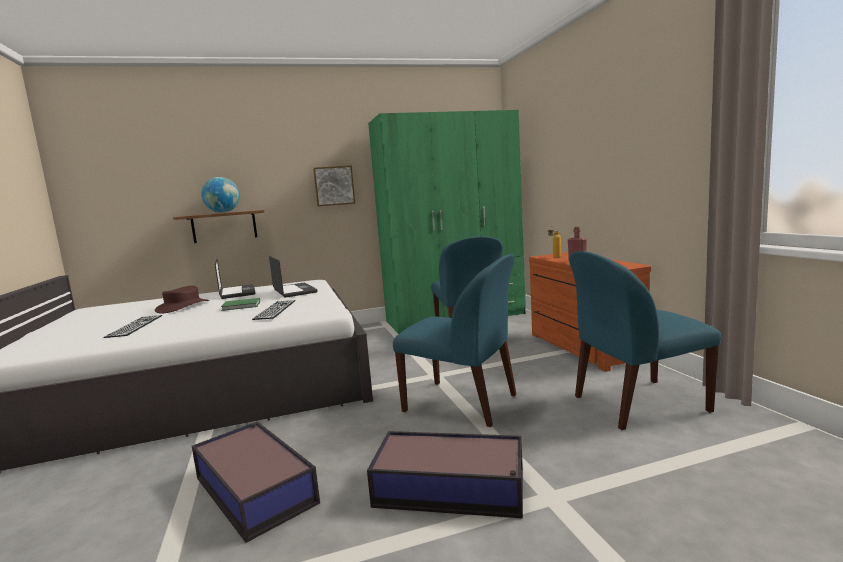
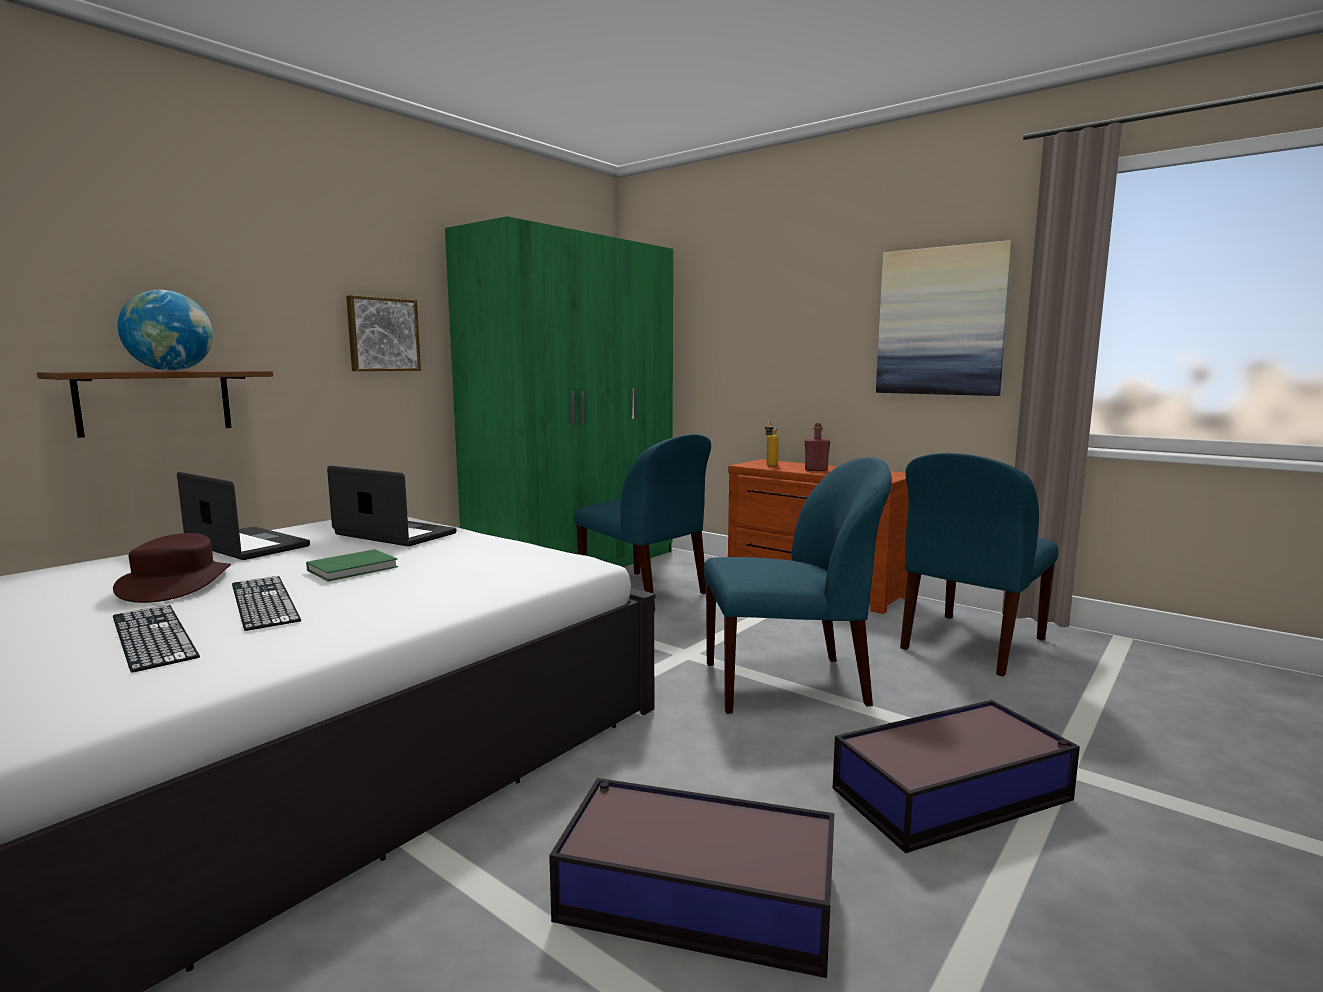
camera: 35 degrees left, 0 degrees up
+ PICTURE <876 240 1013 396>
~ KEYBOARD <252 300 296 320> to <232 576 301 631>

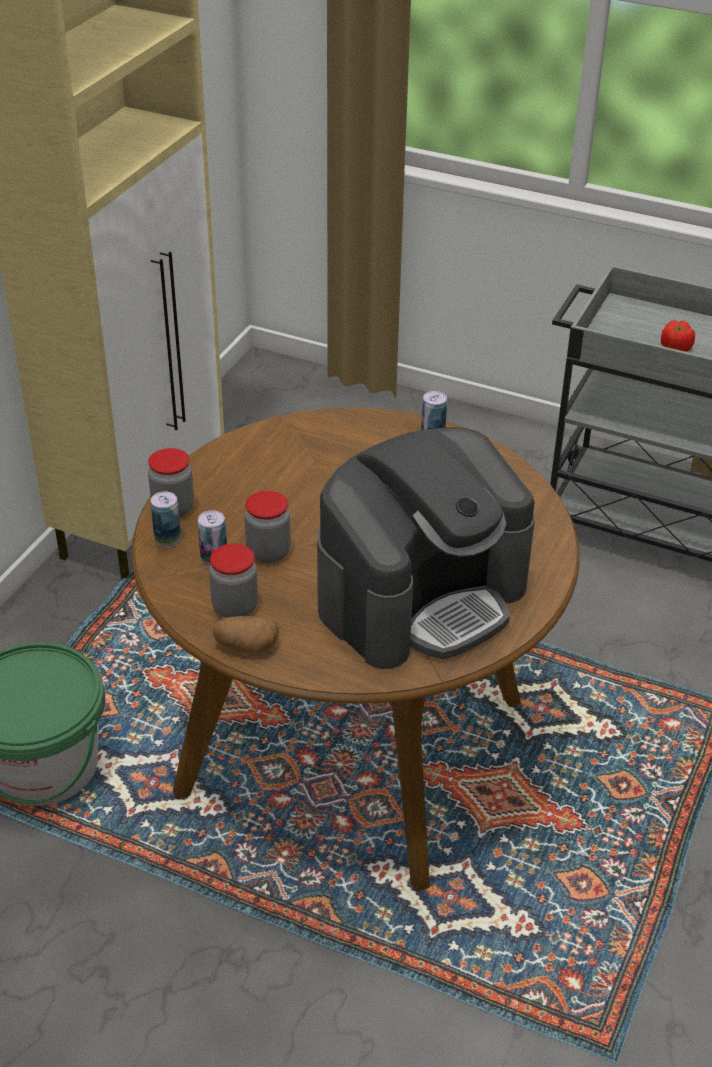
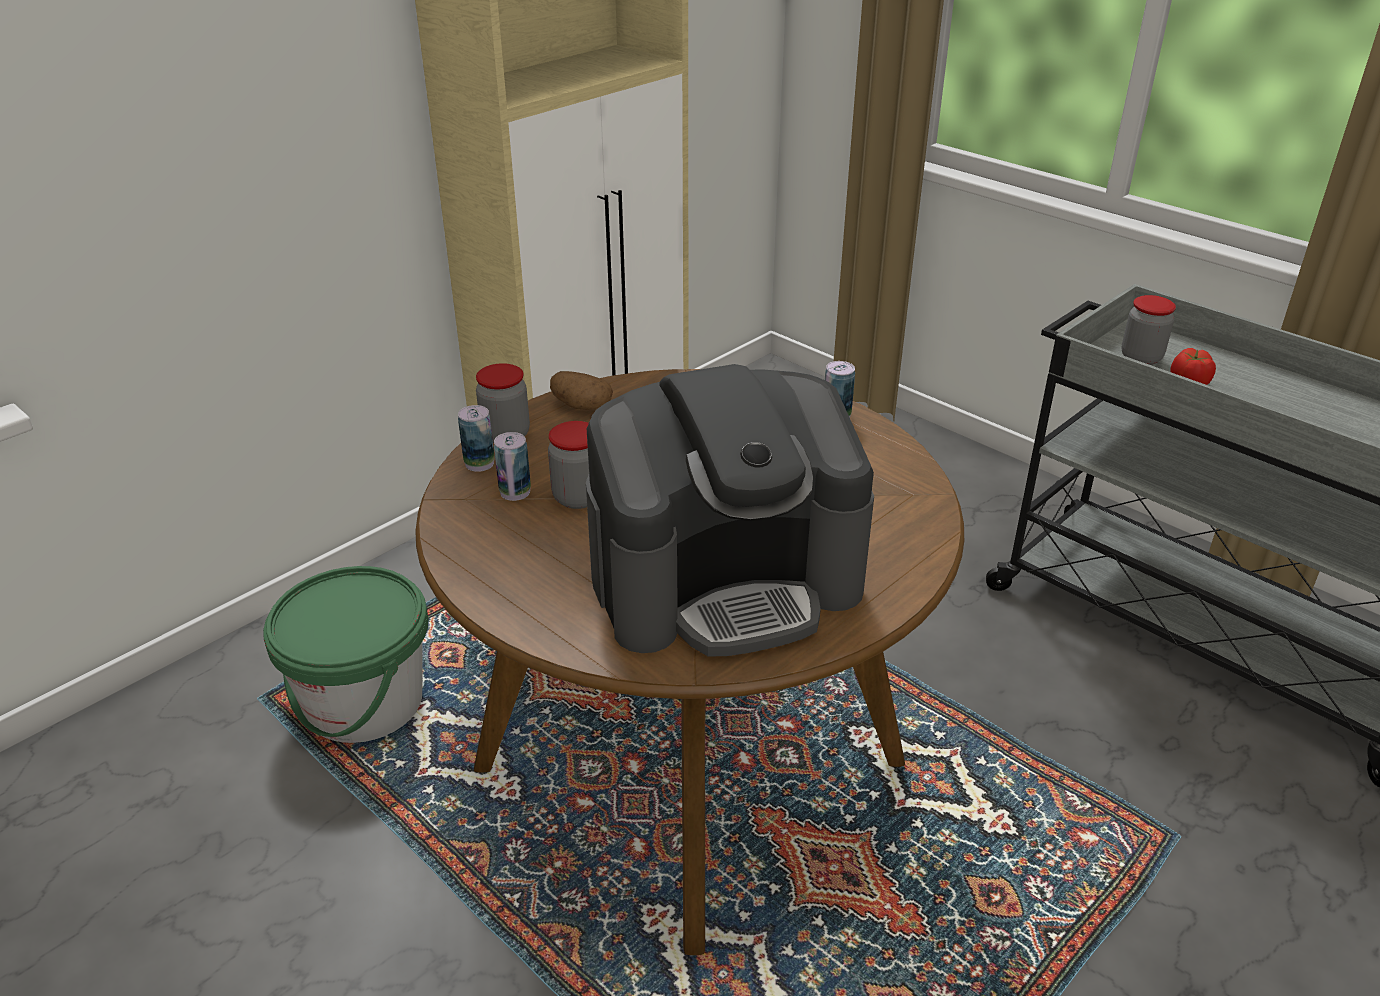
camera: 20 degrees right, 5 degrees down
~ JAR <209 544 258 618> to <1121 295 1176 365>
~ POTATO <213 616 279 653> to <550 371 613 410>

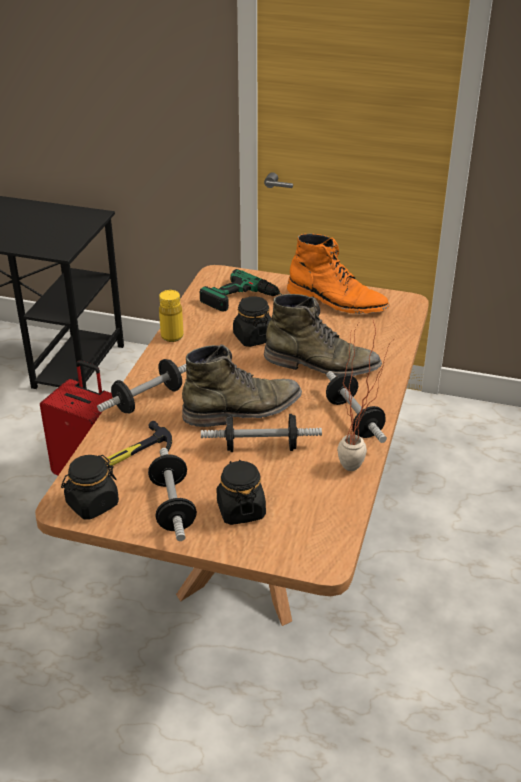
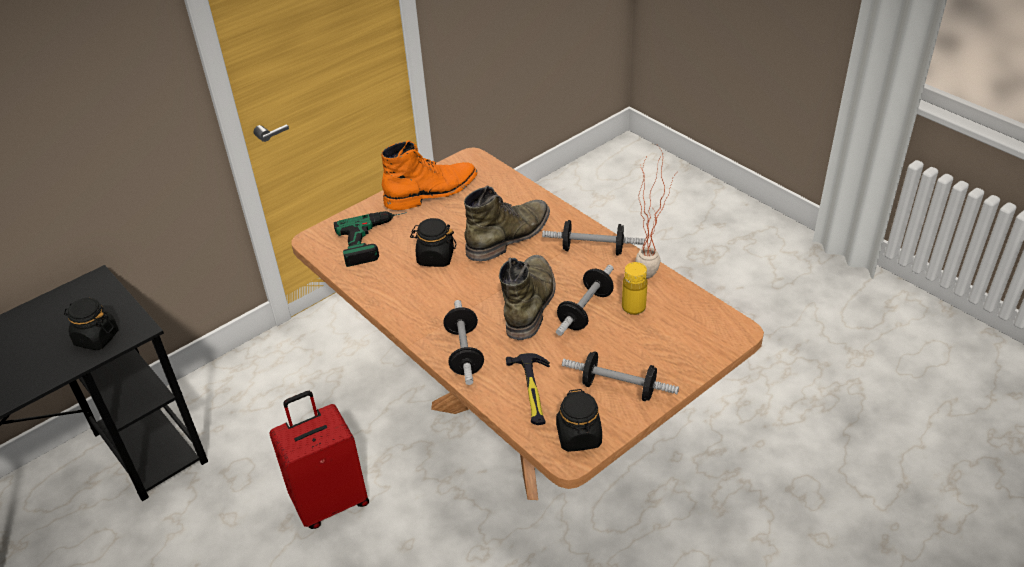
camera: 55 degrees left, 5 degrees up
~ YELLOW BOTTLE <159 290 183 342> to <622 262 647 315>
~ BLACK JAR <217 460 266 525> to <64 298 119 350>

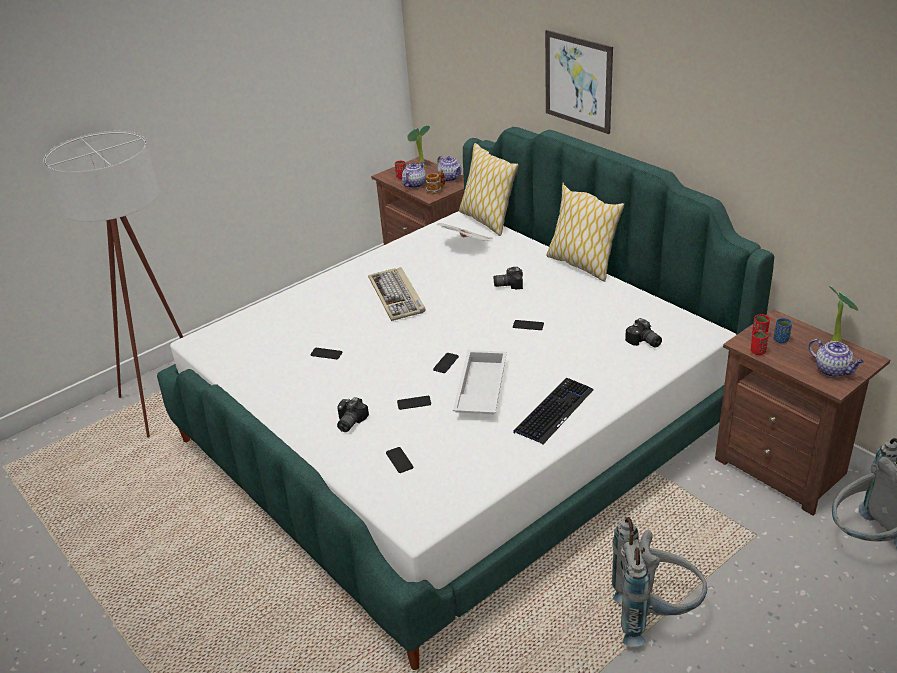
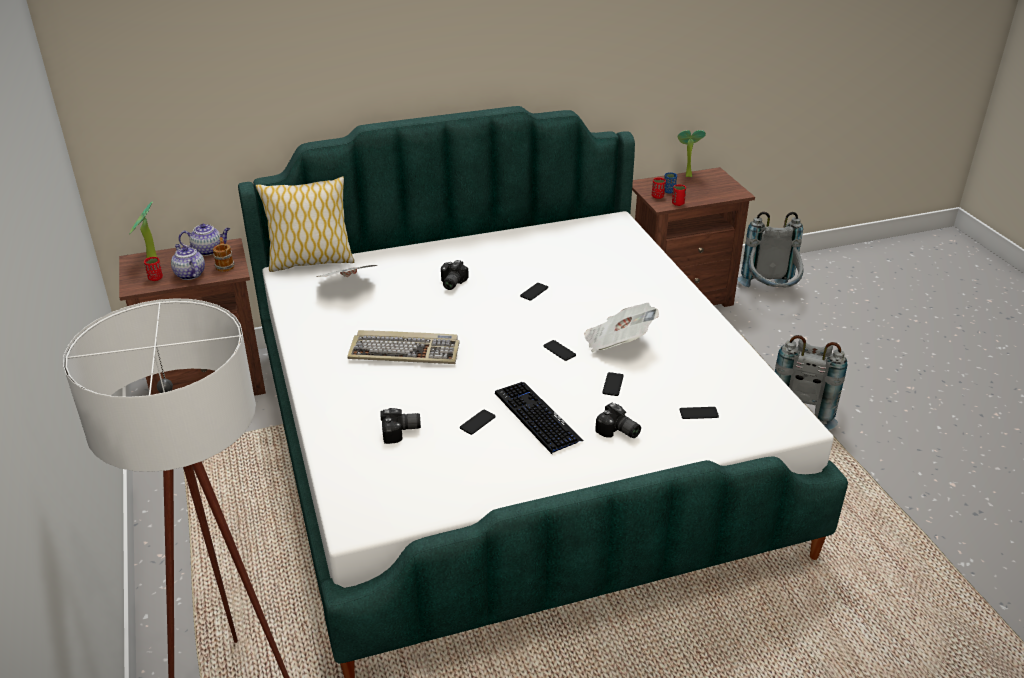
camera: 70 degrees left, 0 degrees up
- PICTURE <545 30 613 134>
- PILLOW <546 183 624 282>
- TEAPOT <809 339 864 377>
~ KEYBOARD <513 378 594 445> to <495 382 584 455>
~ PHOTO CAMERA <625 318 662 348> to <381 408 421 444>
~ WHITE TRAY <453 350 507 414> to NEWSPAPER <584 303 659 352>

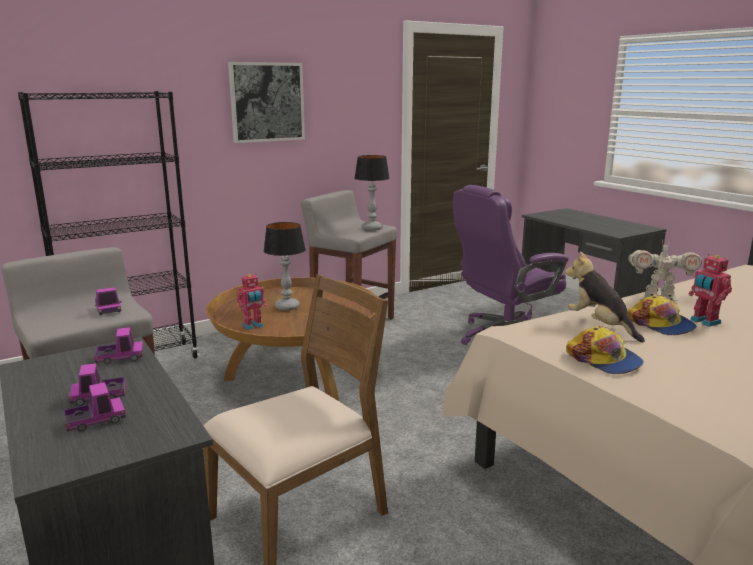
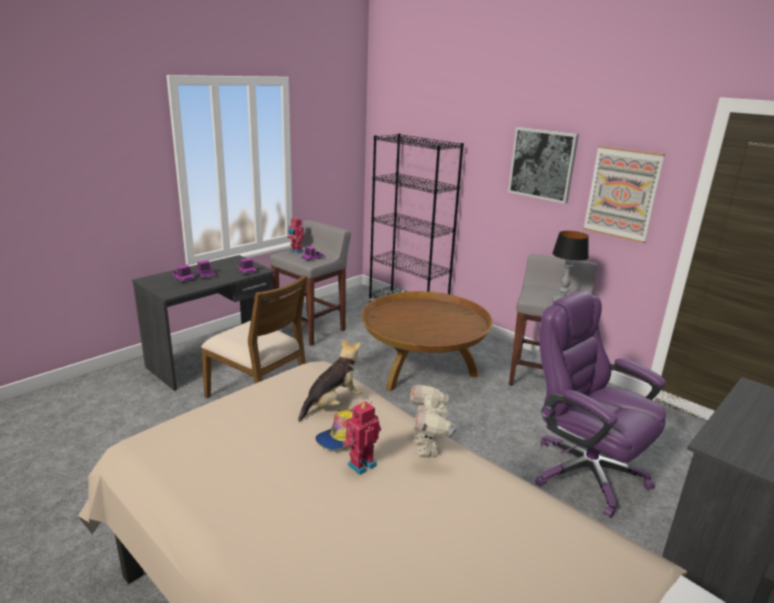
camera: 75 degrees right, 5 degrees up
- TABLE LAMP <264 222 306 311>
- CAP <566 326 644 374>
+ PICTURE <583 146 665 243>
~ TOY ROBOT <237 274 267 330> to <287 217 305 253>

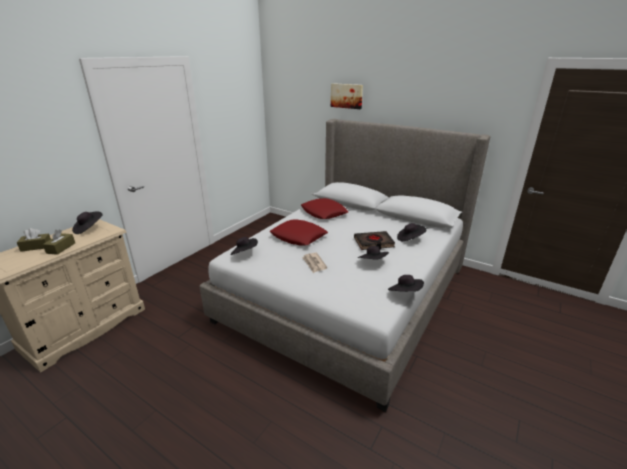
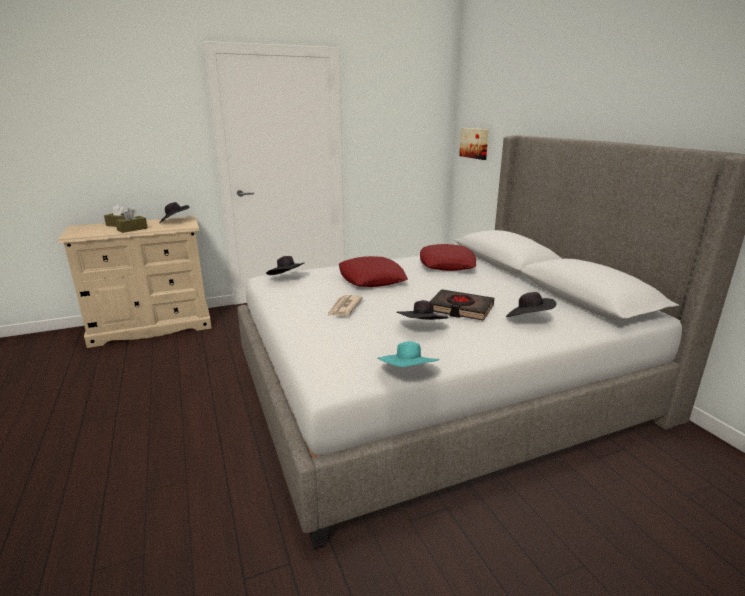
camera: 35 degrees right, 5 degrees down
~ PICTURE <331 83 363 109> to <459 128 489 160>
~ BLACK HAT <388 275 424 292> to TURQUOISE HAT <378 341 440 367>

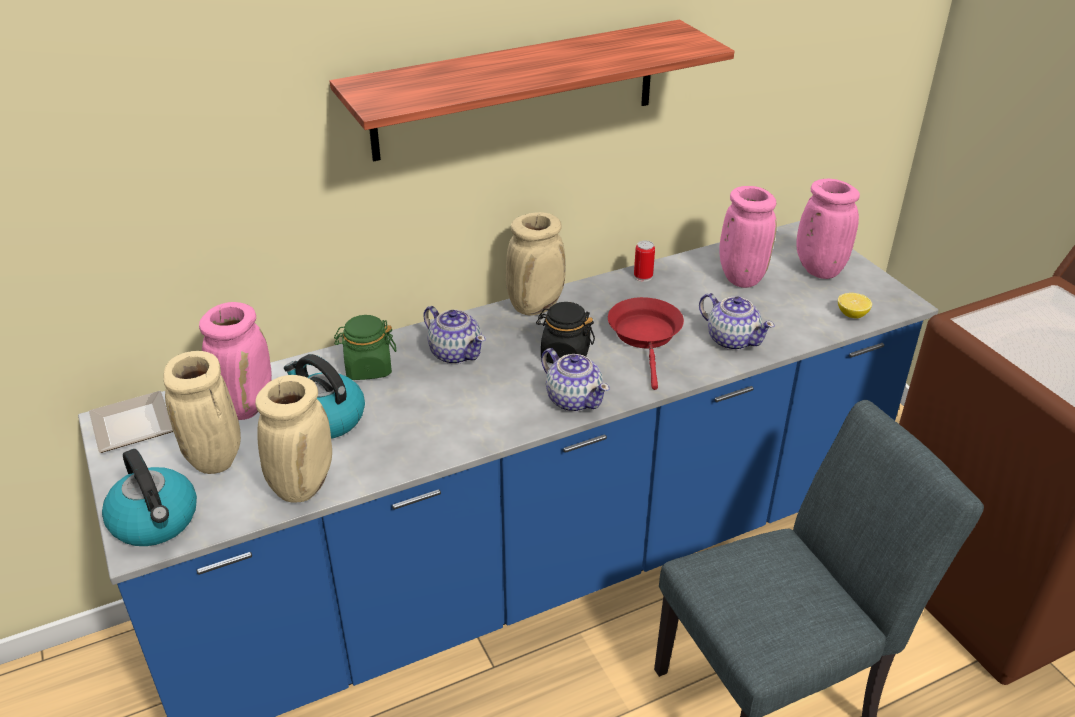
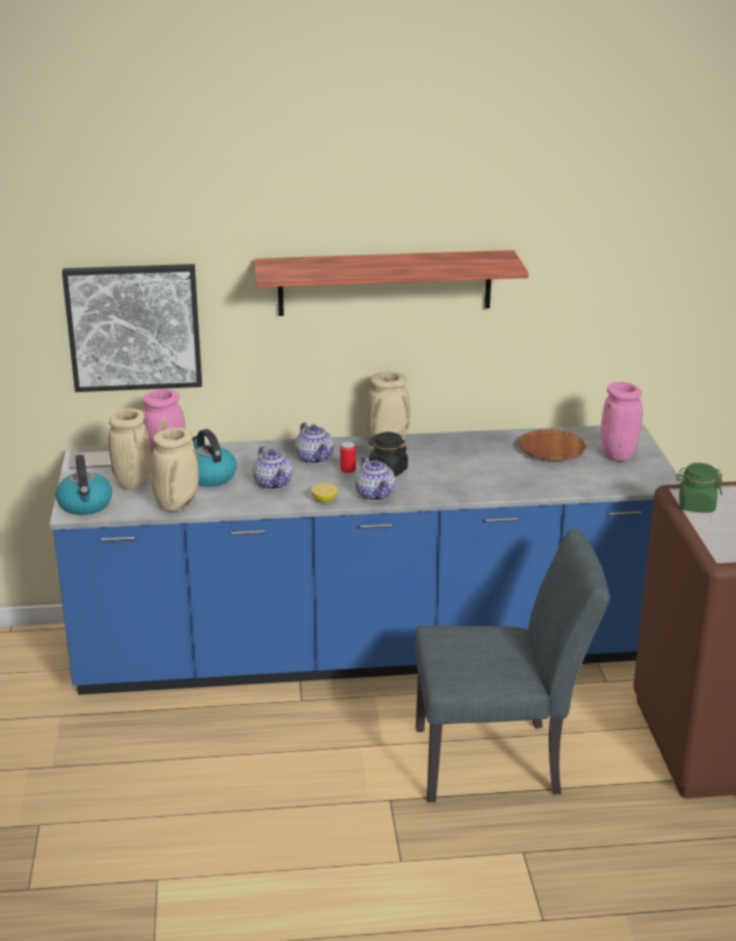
camera: 20 degrees right, 10 degrees down
- RED FRYING PAN <608 297 684 390>
+ PICTURE <62 264 202 392>
~ GREEN JAR <334 315 396 380> to <676 463 723 512>
~ CAN <634 241 655 282> to <340 442 356 475>
~ TEAPOT <699 293 775 350> to <253 446 293 490>
~ LEMON <838 293 872 319> to <311 483 338 503>
~ PINK VASE <719 186 777 288> to BROWN PLATE <518 429 587 461>

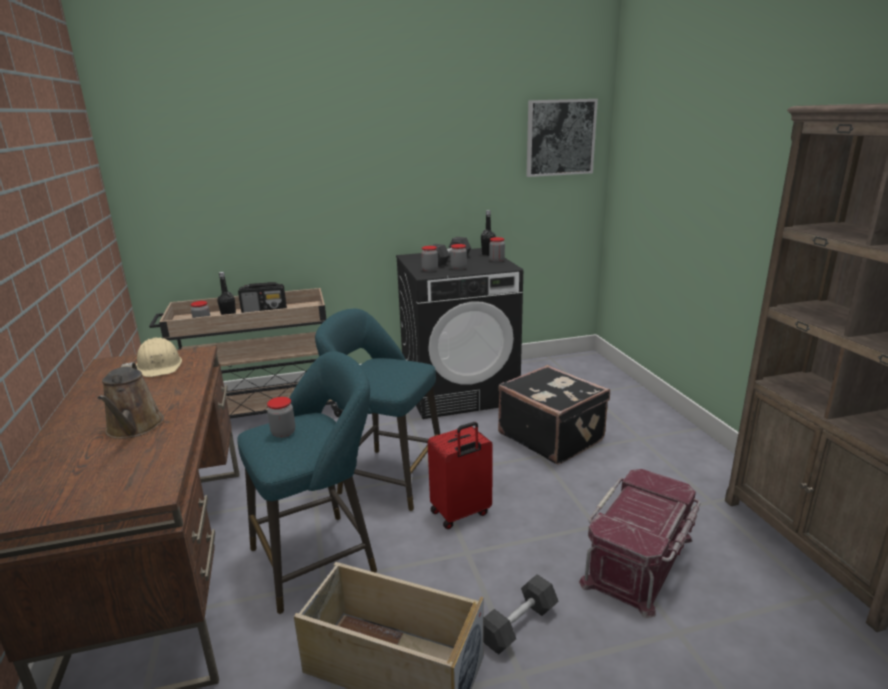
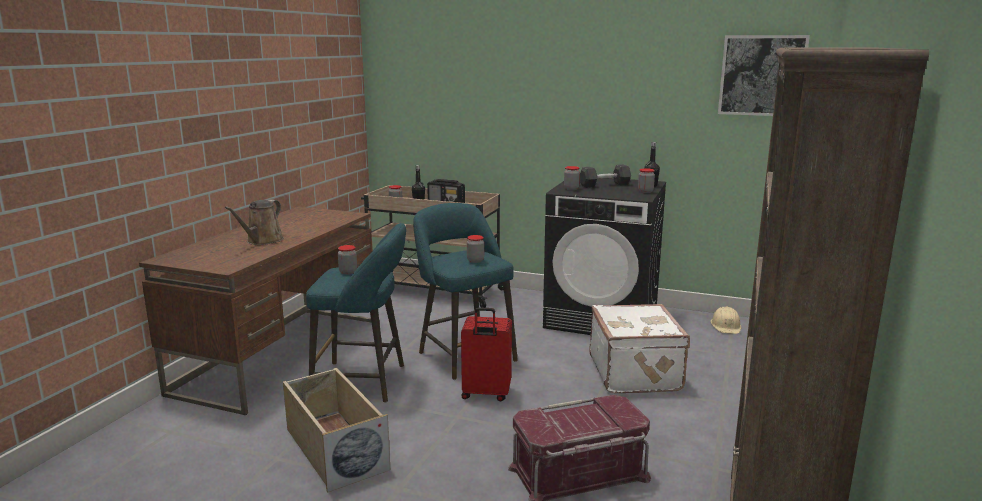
camera: 35 degrees right, 5 degrees down
- GREY DUMBBELL <484 574 559 654>
~ BEIGE HARD HAT <136 337 182 377> to <711 306 741 334>
~ JAR <450 244 467 270> to <467 235 484 263>
~ BLACK SUITCASE <498 365 610 465> to WHITE SUITCASE <590 304 690 393>

